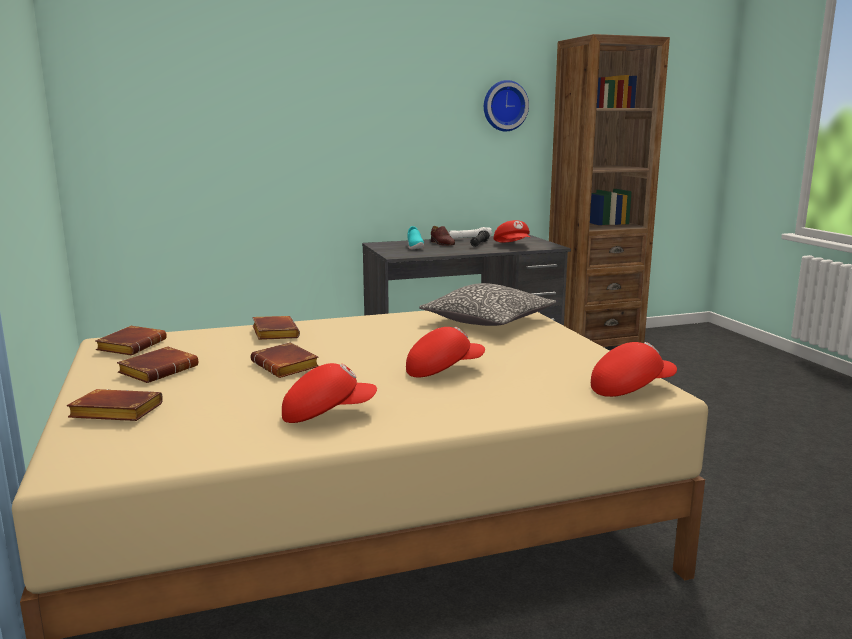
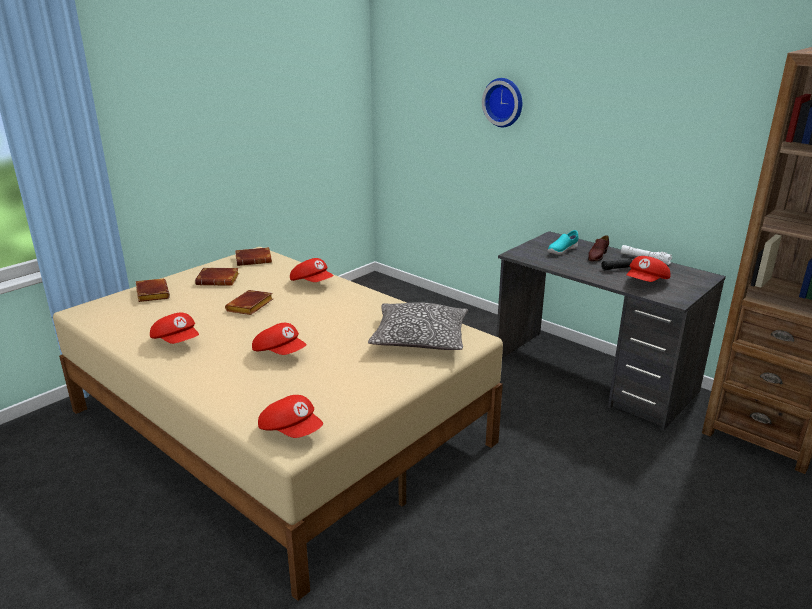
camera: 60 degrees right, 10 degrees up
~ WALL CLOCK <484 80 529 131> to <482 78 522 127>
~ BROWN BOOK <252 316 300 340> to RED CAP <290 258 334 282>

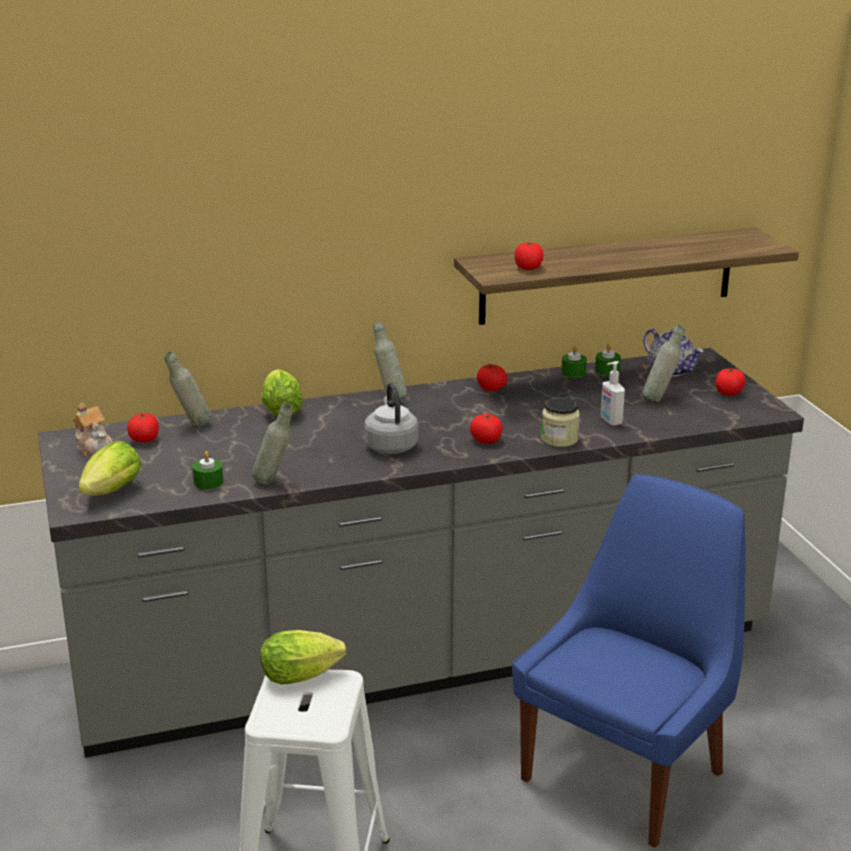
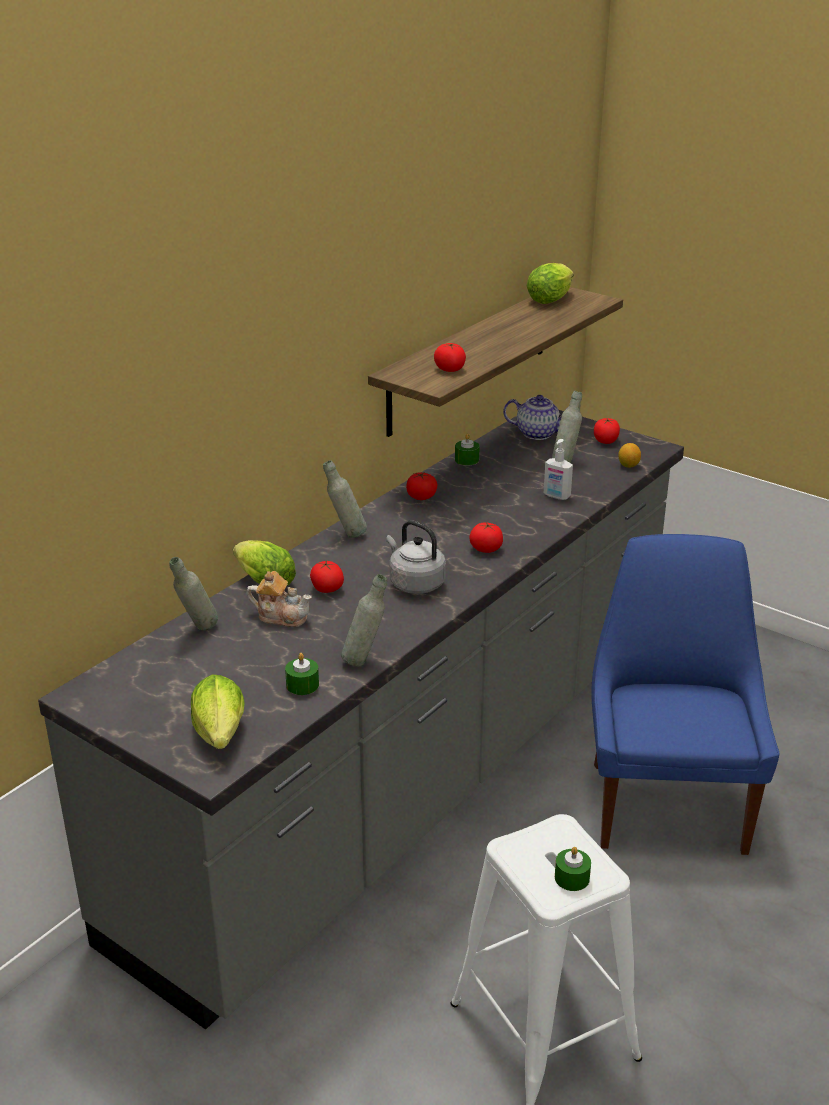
camera: 35 degrees left, 5 degrees up
- JAR <541 397 580 447>
+ LEMON <618 443 641 468>
~ TEAPOT <72 403 113 459> to <247 571 312 627>
~ TOMATO <127 413 159 442> to <310 560 344 593>
~ LETTUCE <260 630 346 685> to <527 263 574 304>
~ GREEN CANDLE <595 344 621 376> to <555 847 591 891>

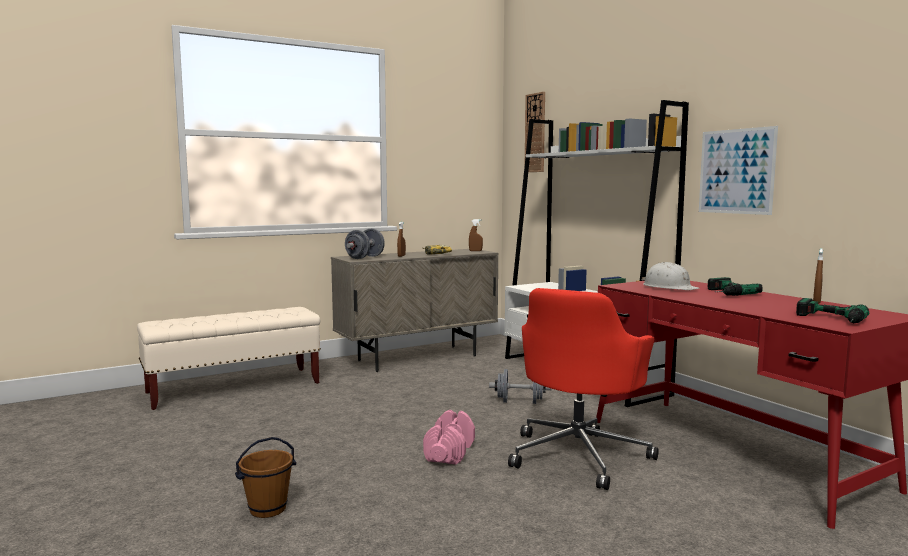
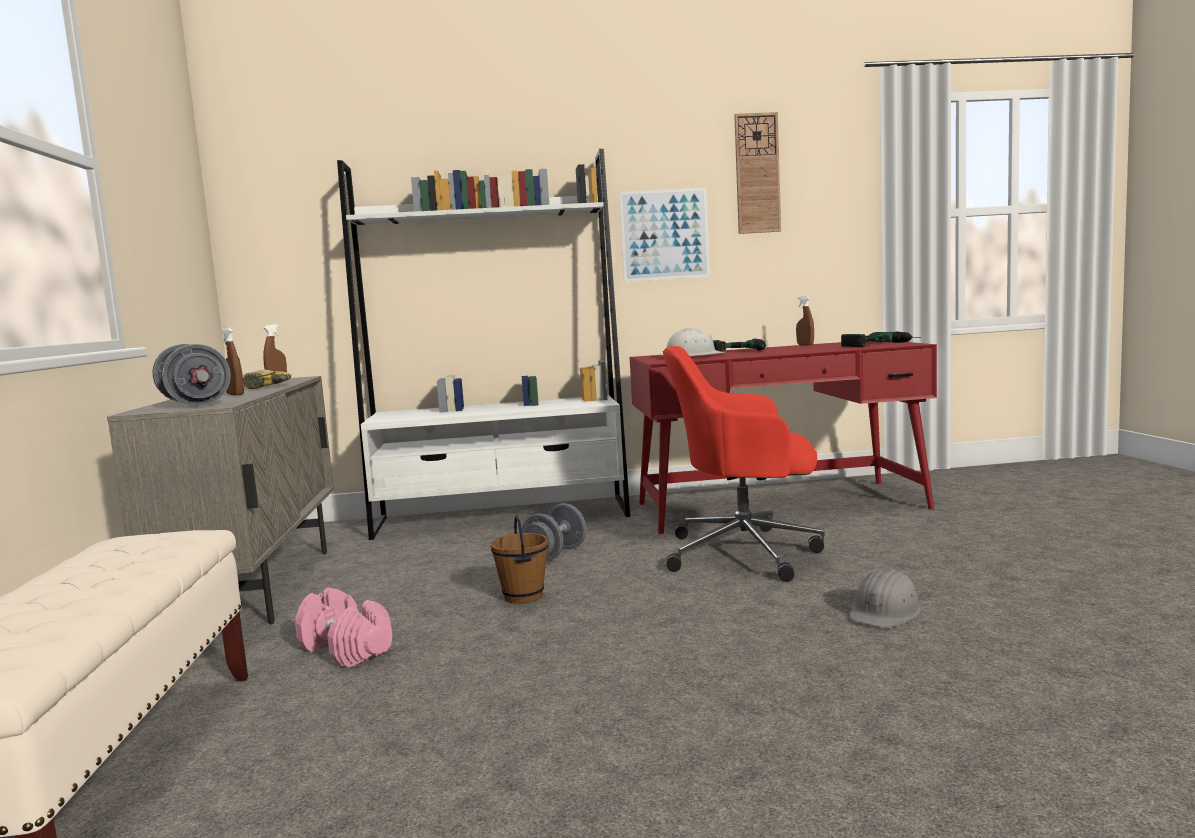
camera: 65 degrees left, 0 degrees up
+ GREY HARD HAT <850 568 922 628>
~ BROWN BUCKET <235 437 296 518> to <490 515 548 604>
~ PINK DUMBBELL <423 410 475 465> to <295 588 392 668>
~ WALL CLOCK <525 92 545 172> to <734 112 781 234>
~ RED OFFICE CHAIR <508 288 659 490> = <663 346 825 582> 135 degrees clockwise

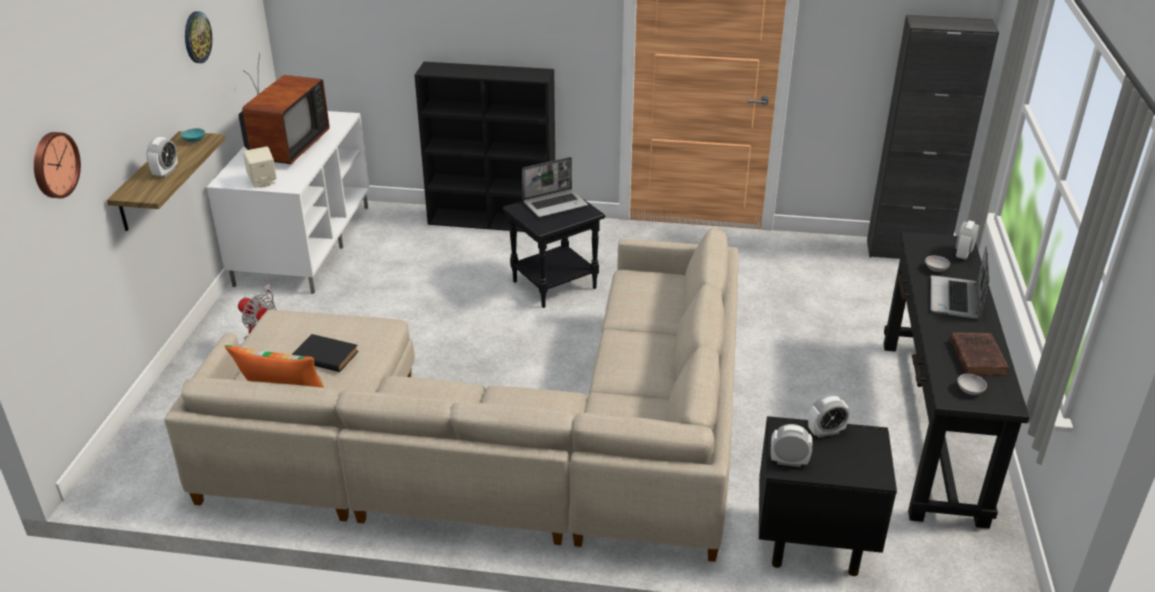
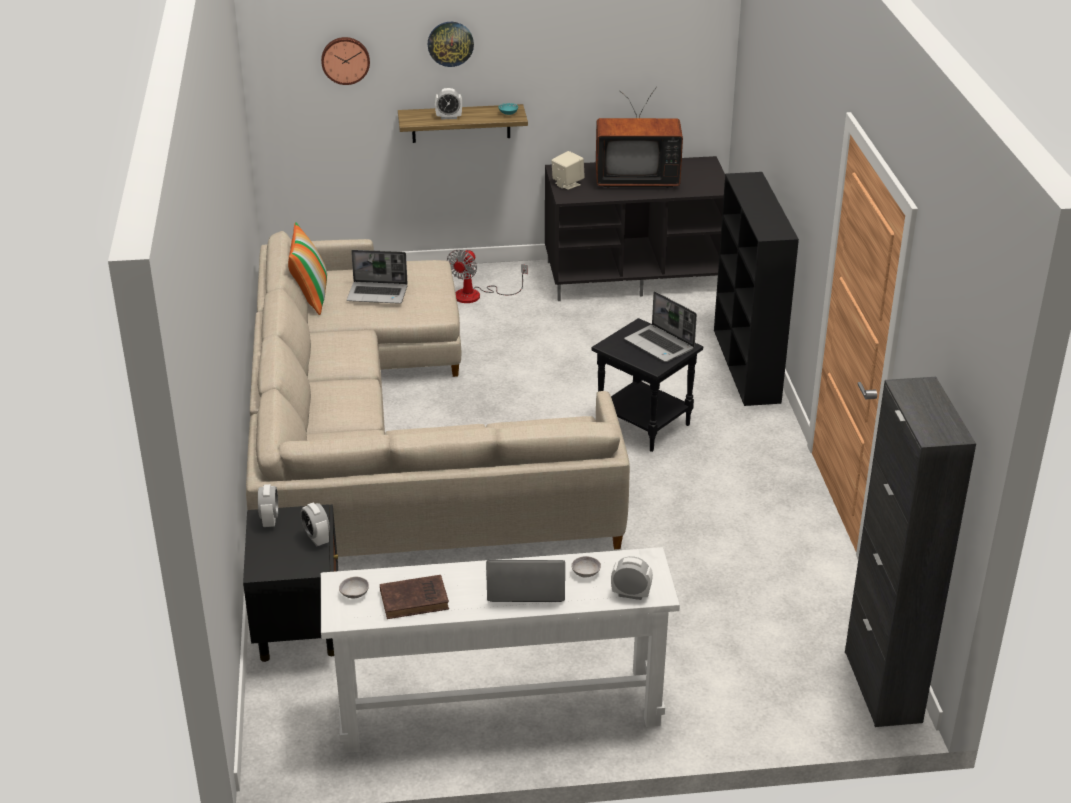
camera: 75 degrees right, 0 degrees up
~ WALL CLOCK <185 11 212 63> to <428 22 474 67>
~ BLACK BOOK <292 334 358 372> to LAPTOP <347 250 408 304>
~ WHITE TV STAND <207 111 369 294> to BLACK TV STAND <545 156 725 301>
~ BLACK CONSOLE TABLE <884 232 1030 529> to WHITE CONSOLE TABLE <321 547 680 753>

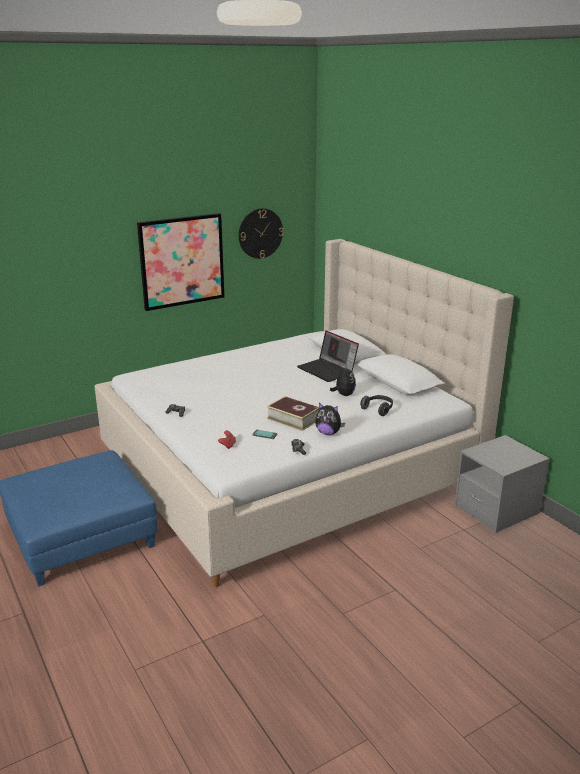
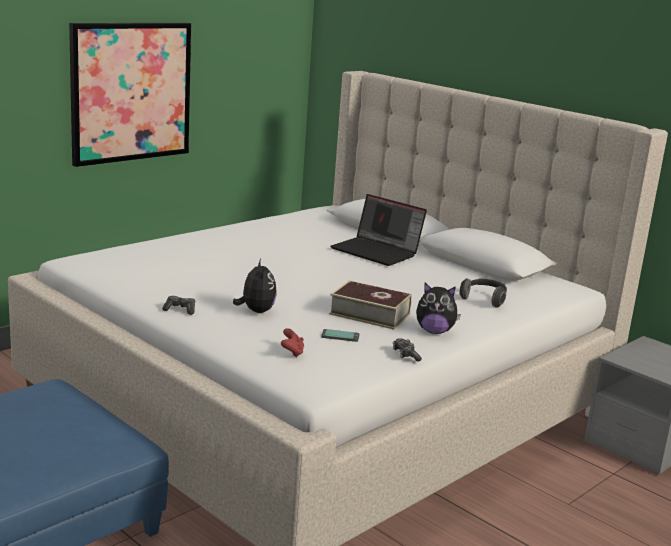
camera: 15 degrees left, 5 degrees down
- WALL CLOCK <239 208 283 259>
~ PLUSH TOY <330 365 356 396> to <233 259 277 313>

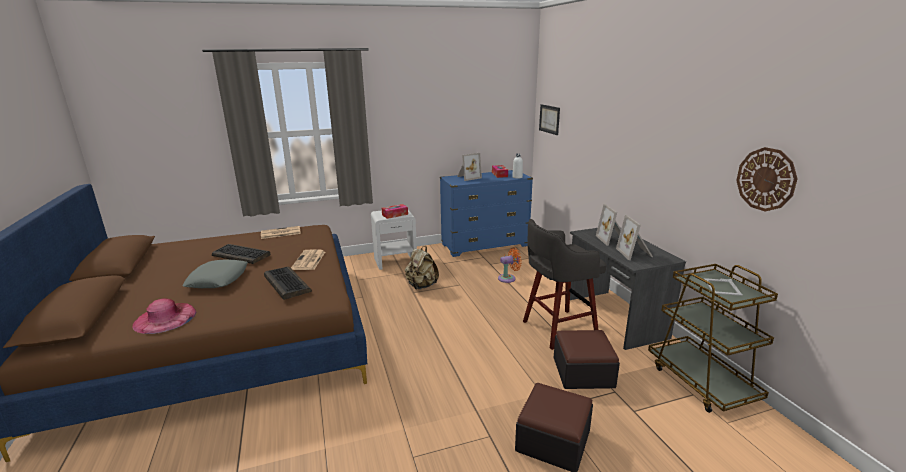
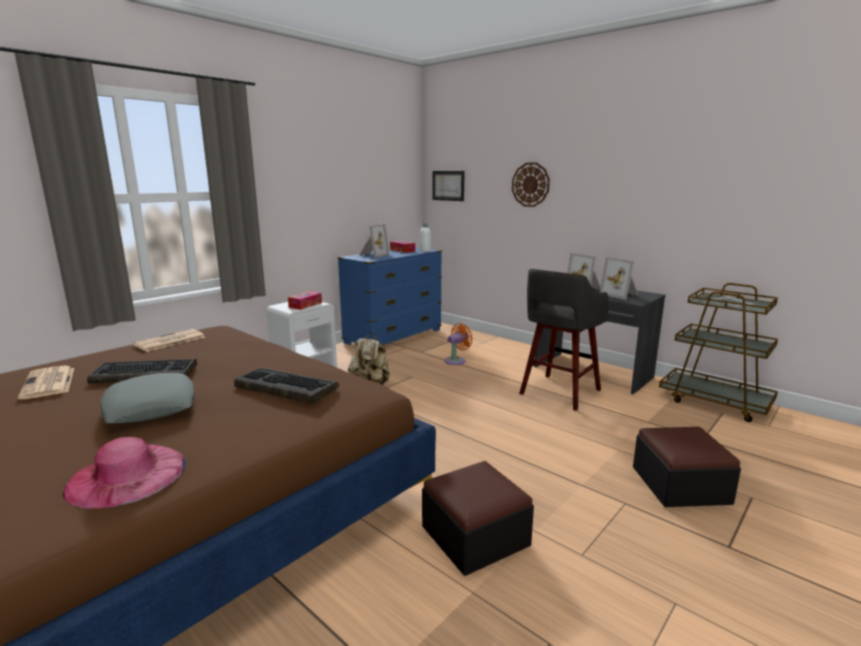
camera: 30 degrees left, 5 degrees down
~ NEWSPAPER <291 249 325 270> to <18 365 74 400>
~ OTTOMAN <554 330 620 389> to <422 461 534 576>
~ WALL CLOCK <736 147 798 212> to <512 162 550 207>

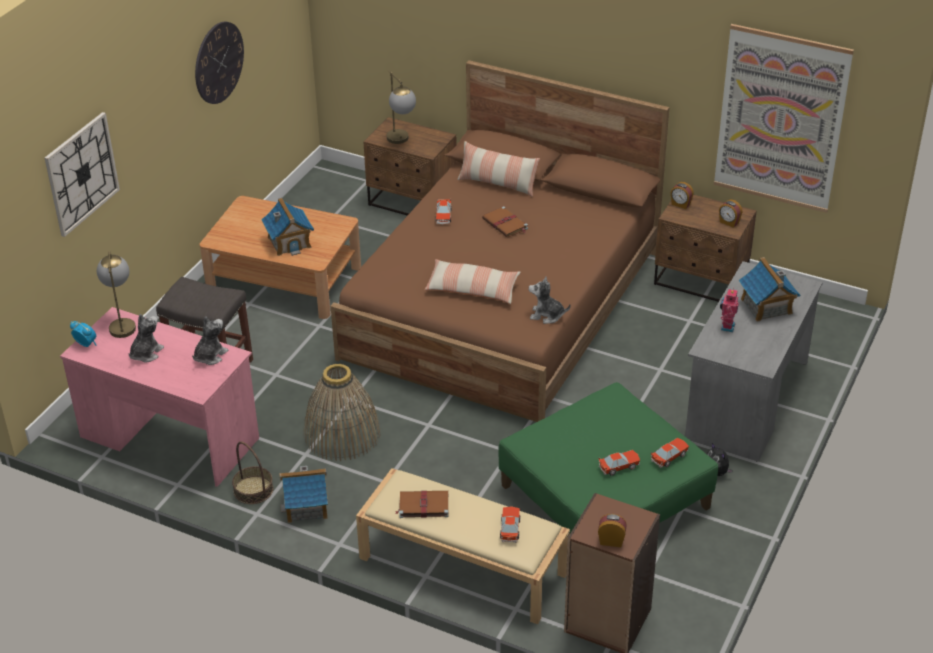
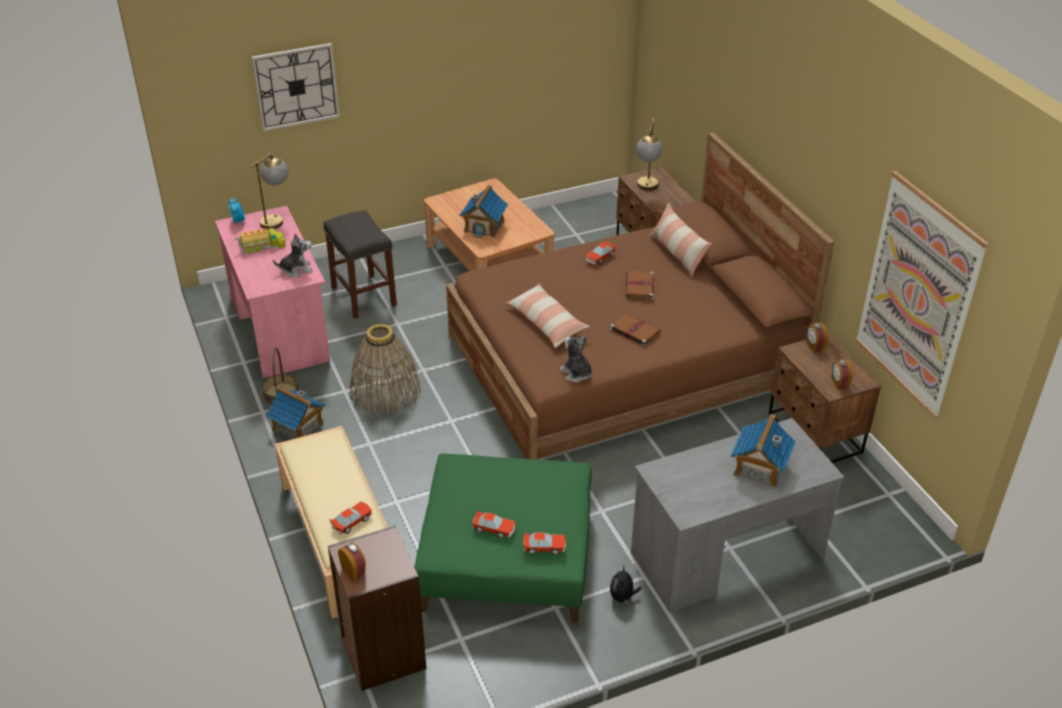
camera: 40 degrees right, 0 degrees up
- WALL CLOCK <195 22 244 104>
- TOY ROBOT <720 288 739 332>
~ BROWN BOOK <395 491 449 518> to <610 313 661 346>
~ PLUSH TOY <129 314 164 362> to TOY TRUCK <235 228 286 255>

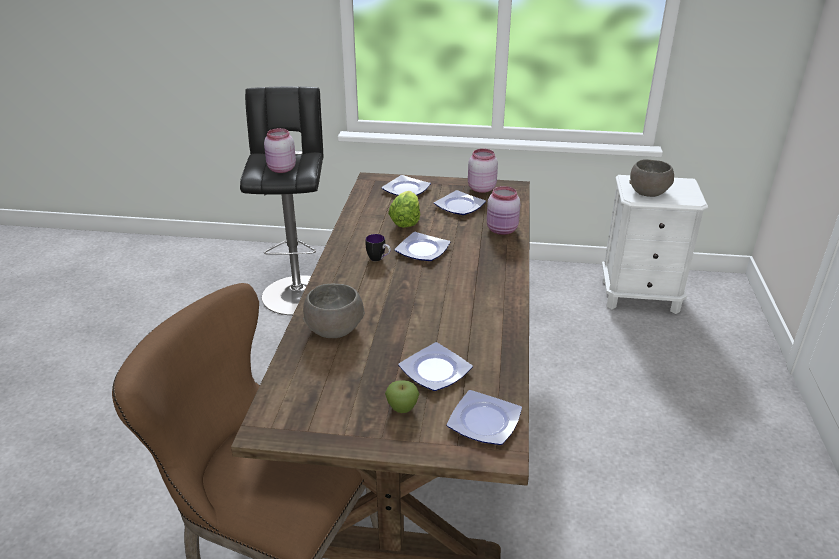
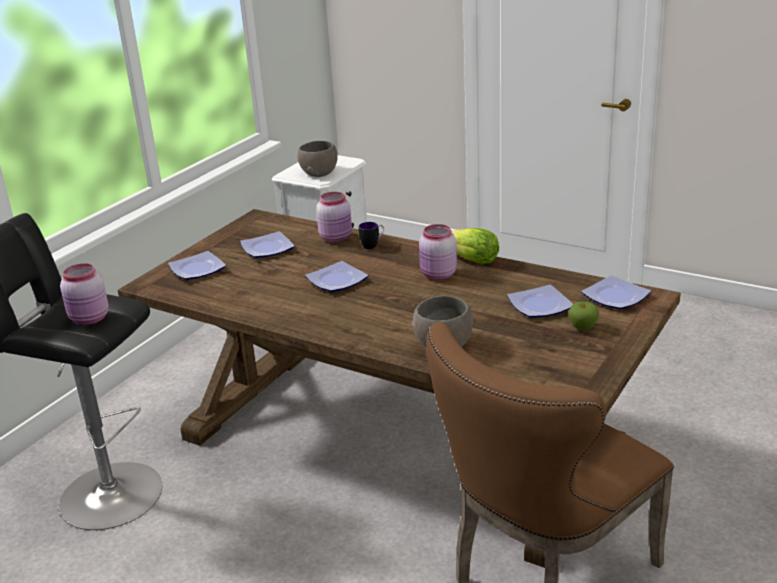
camera: 65 degrees left, 5 degrees down
~ MUG <366 234 391 261> to <359 222 384 249>
~ LETTUCE <388 191 420 228> to <451 228 499 265>
~ PINK JAR <468 149 498 193> to <419 224 457 280>

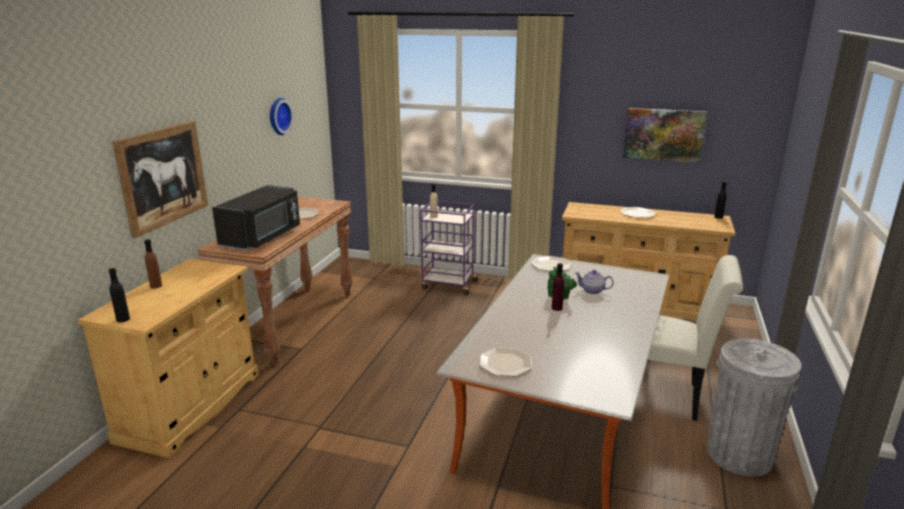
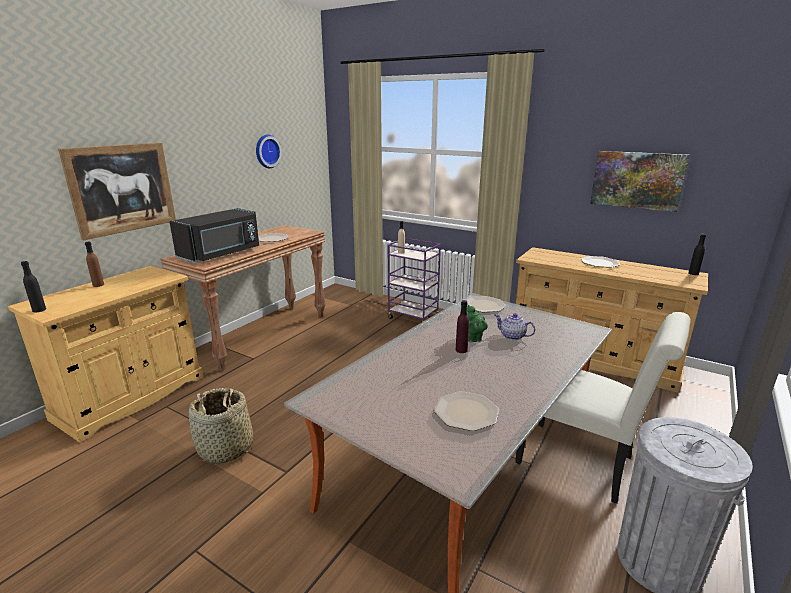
camera: 15 degrees right, 0 degrees up
+ BASKET <189 388 253 464>
~ PLATE <479 347 532 376> to <434 391 499 431>

